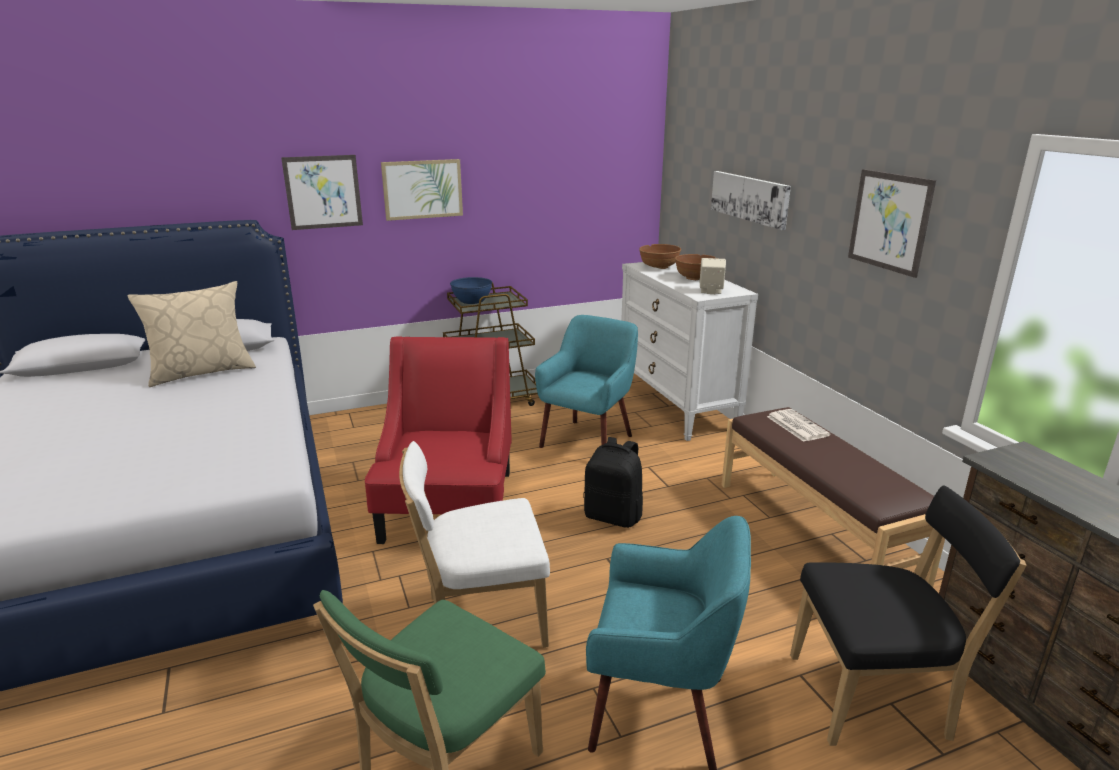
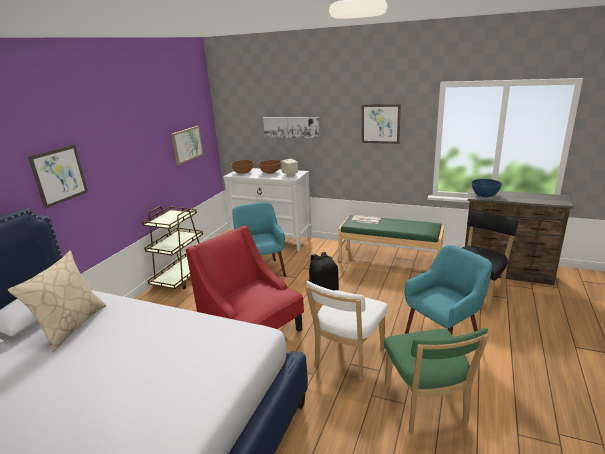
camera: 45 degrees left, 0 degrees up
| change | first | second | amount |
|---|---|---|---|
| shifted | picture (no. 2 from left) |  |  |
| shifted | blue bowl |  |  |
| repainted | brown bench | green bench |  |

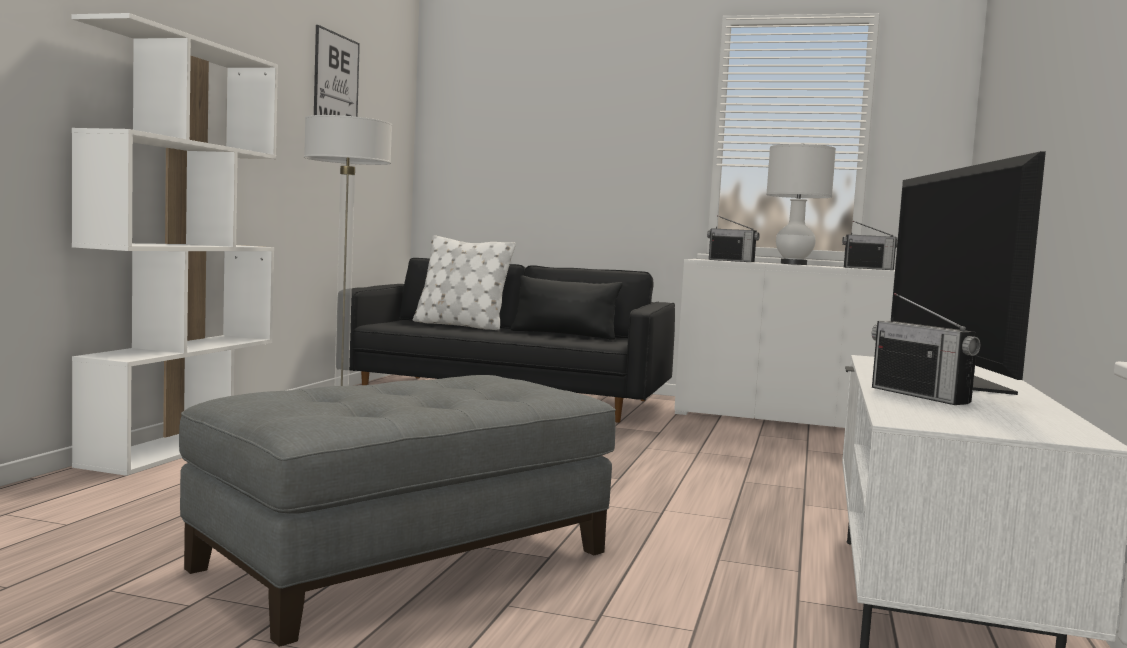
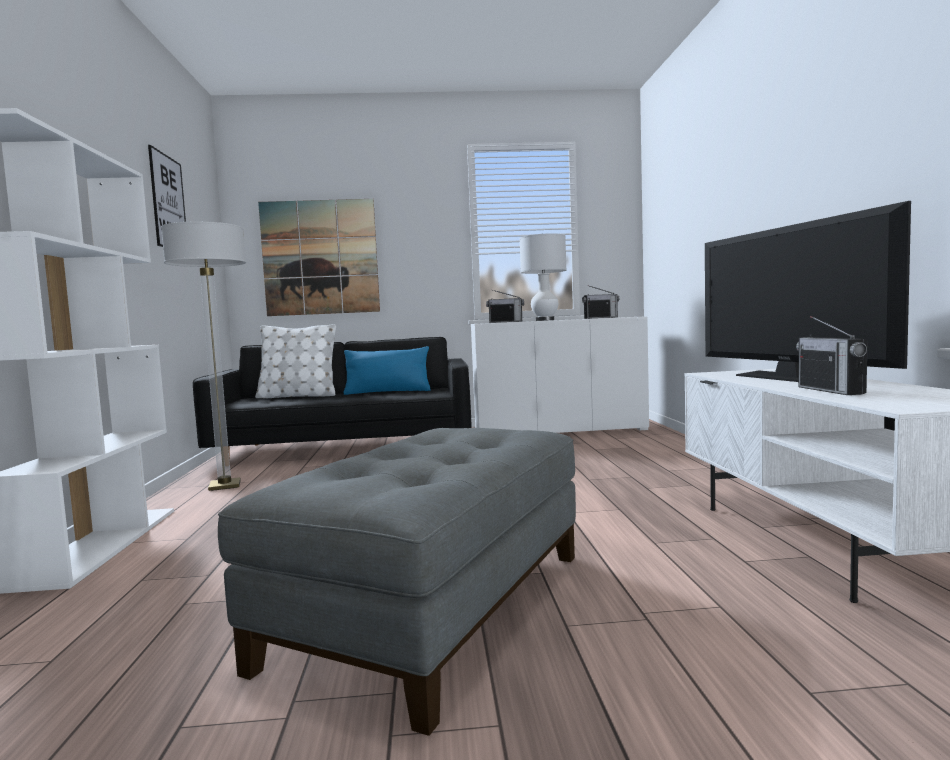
camera: 20 degrees left, 0 degrees up
| change | first | second | amount |
|---|---|---|---|
| repainted | black pillow | blue pillow |  |
| rotated | radio (no. 3 from left) |  | 45 degrees clockwise |
| new |  | picture (no. 2 from left) |  |

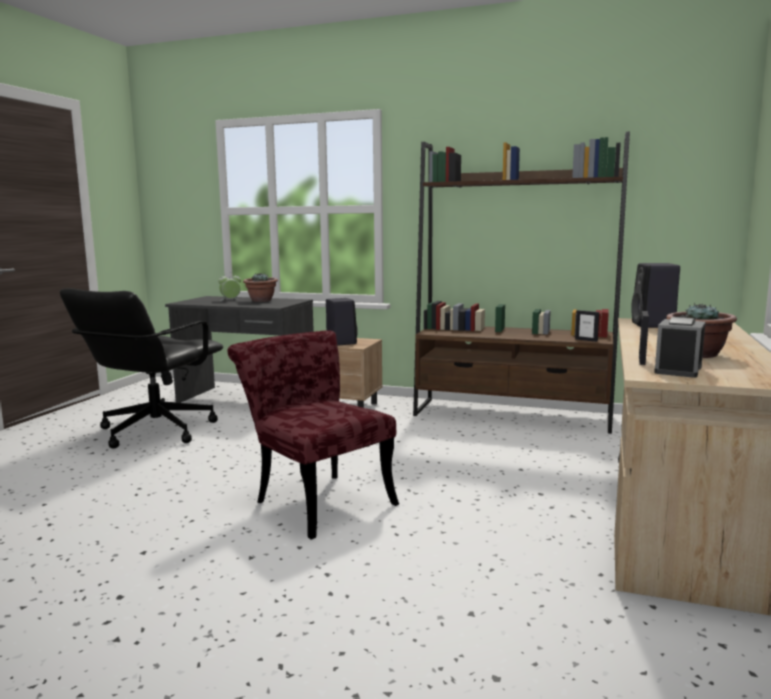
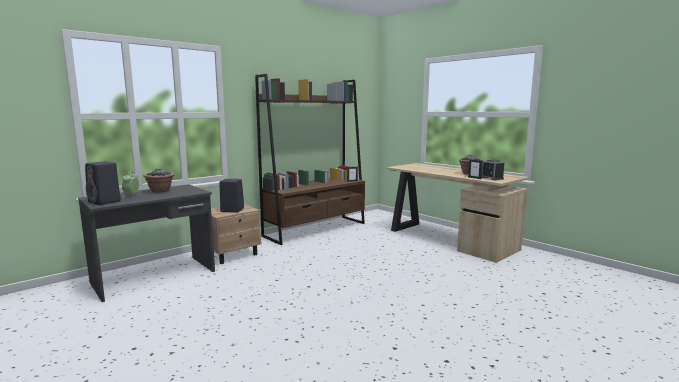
camera: 60 degrees left, 0 degrees up
| change | first | second | amount |
|---|---|---|---|
| gone | black office chair |  |  |
| gone | red chair |  |  |
| shifted | black speaker (no. 2 from left in the first image) | black speaker (no. 1 from left) |  |

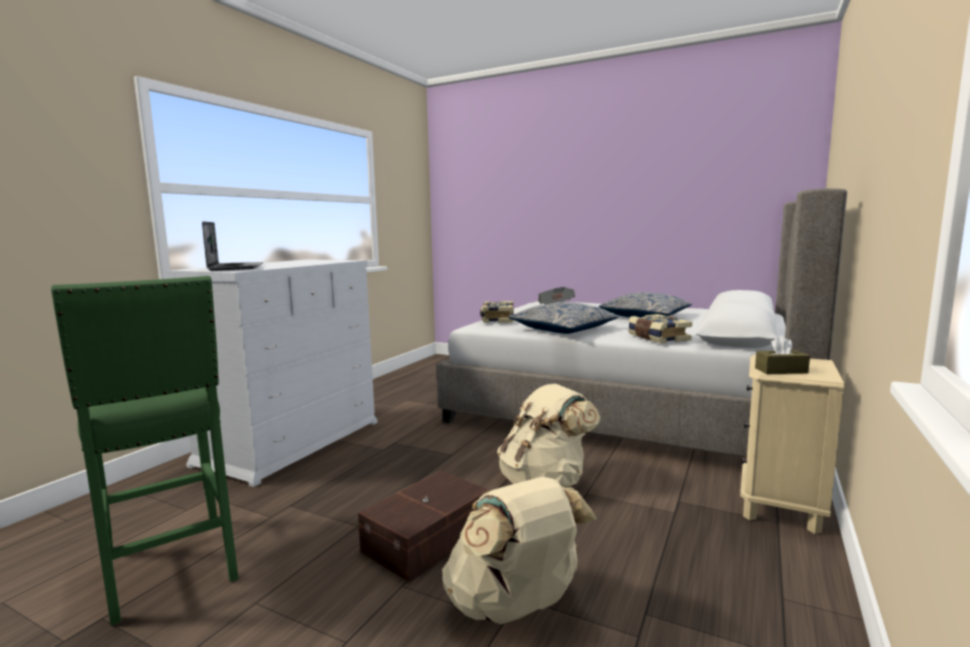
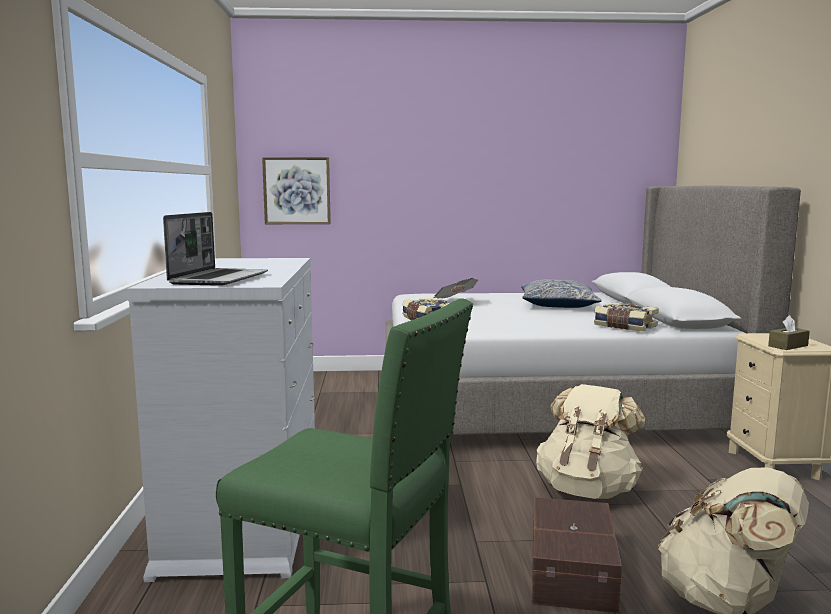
camera: 30 degrees left, 0 degrees up
| change | first | second | amount |
|---|---|---|---|
| rotated | laptop |  | 60 degrees clockwise |
| gone | pillow (no. 1 from left) |  |  |
| new |  | picture |  |

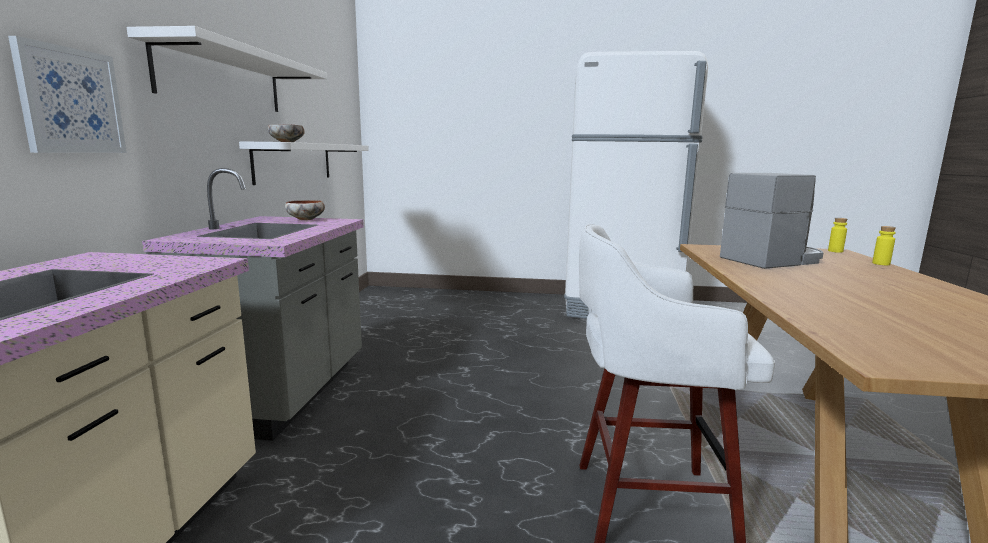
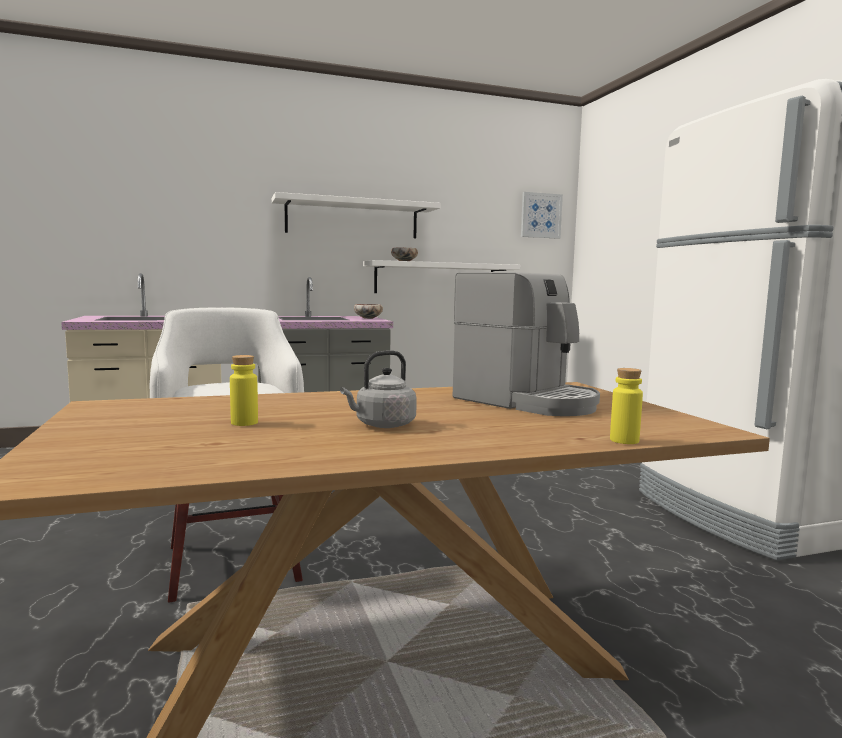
camera: 65 degrees right, 5 degrees down
| change | first | second | amount |
|---|---|---|---|
| shifted | picture |  |  |
| shifted | yellow bottle (no. 1 from left) |  |  |
| new |  | grey kettle |  |

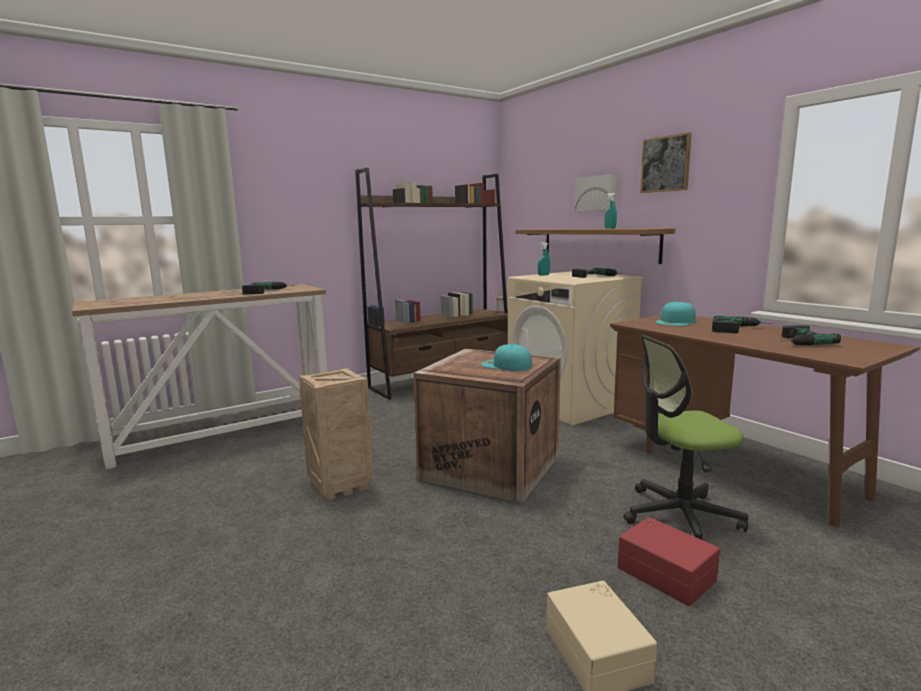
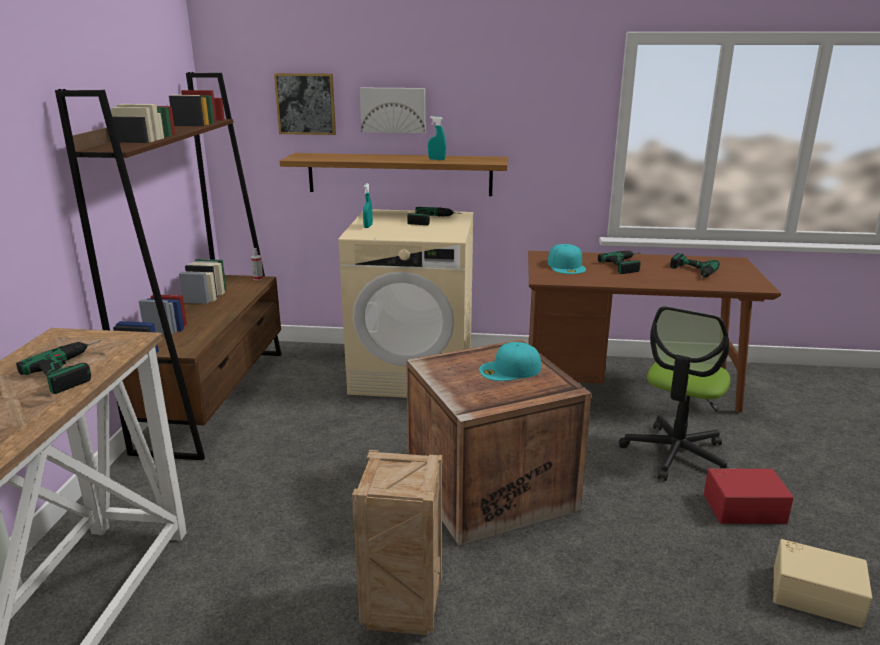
camera: 50 degrees left, 10 degrees up
| change | first | second | amount |
|---|---|---|---|
| shifted | picture (no. 2 from left in the first image) | picture (no. 1 from left) |  |

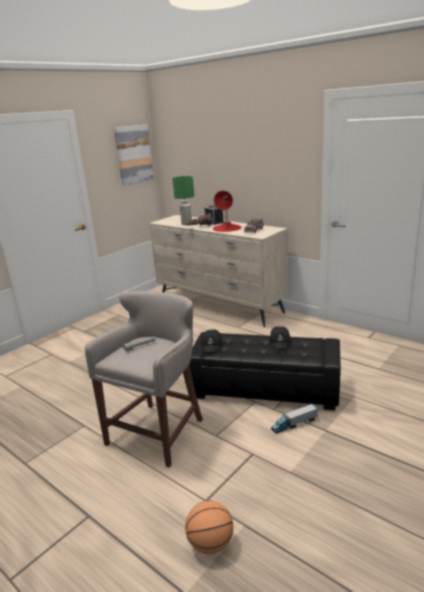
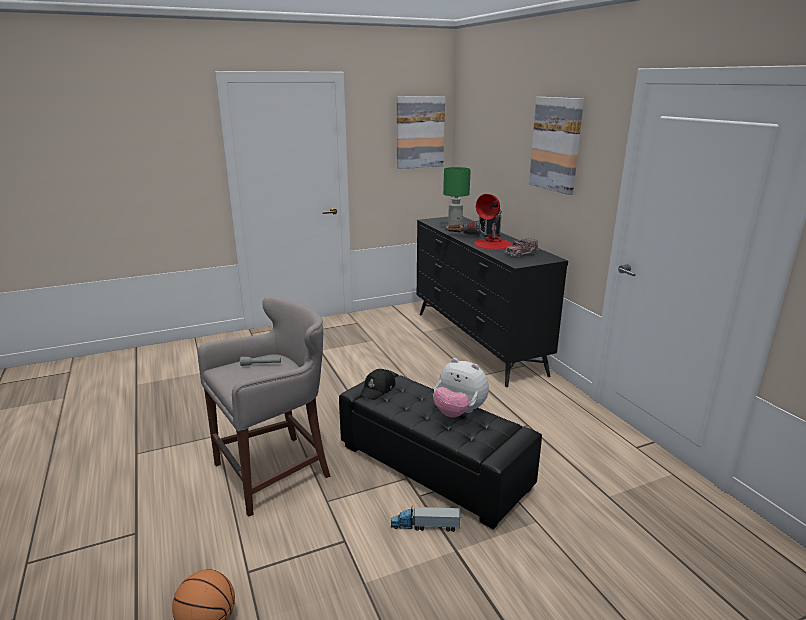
camera: 25 degrees right, 0 degrees up
| change | first | second | amount |
|---|---|---|---|
| repainted | beige dresser | black dresser |  |
| swapped | black cap (no. 2 from left) | plush toy |  |
| new |  | picture (no. 2 from left) |  |

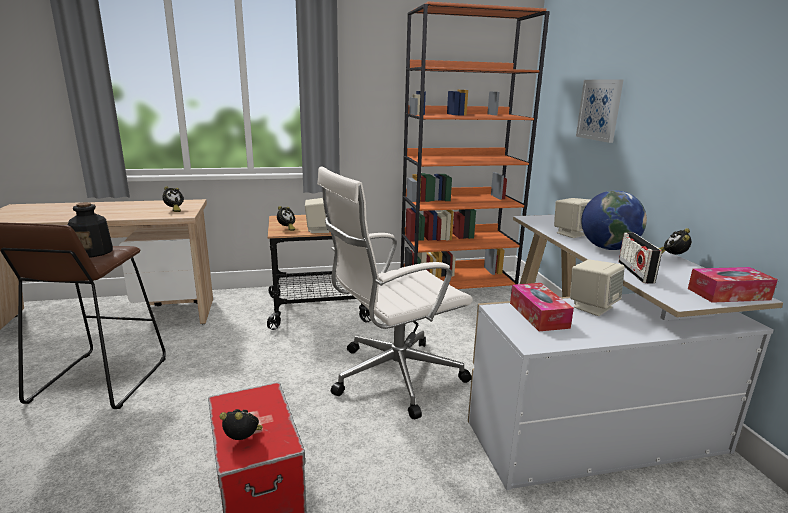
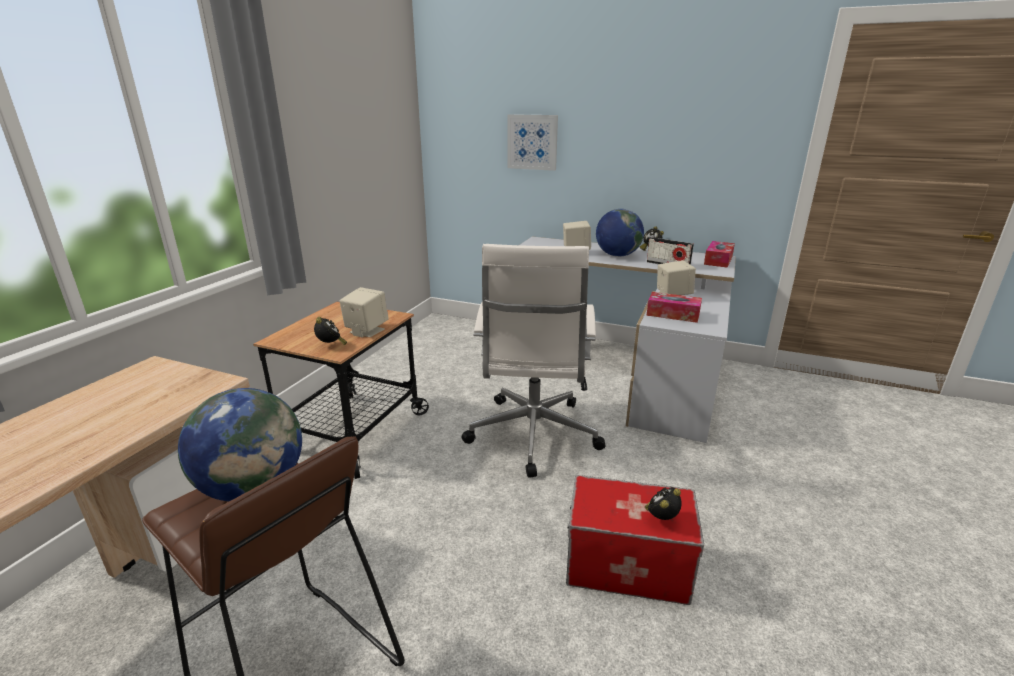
camera: 55 degrees left, 5 degrees up
| change | first | second | amount |
|---|---|---|---|
| swapped | bottle | globe (no. 1 from left) |  |
| gone | alarm clock (no. 1 from left) |  |  |
| gone | orange bookcase |  |  |

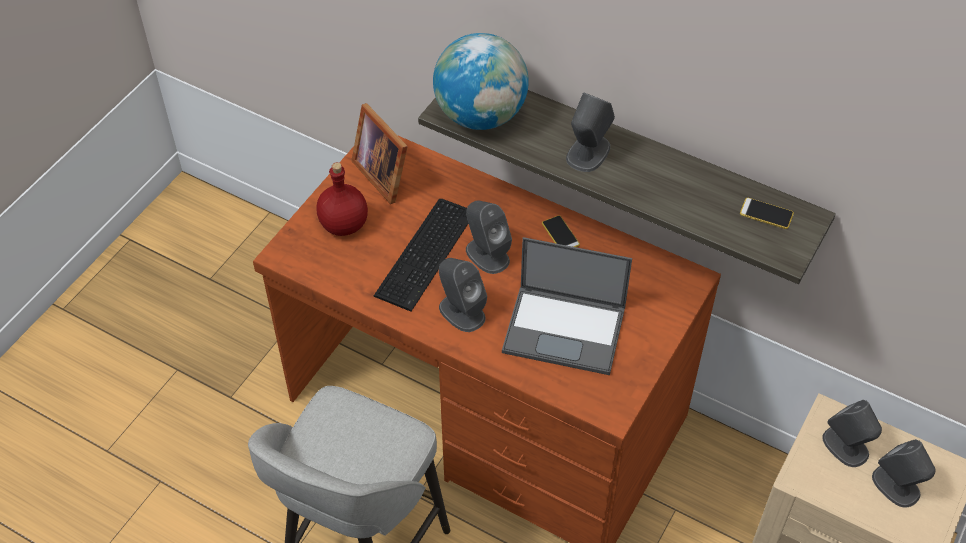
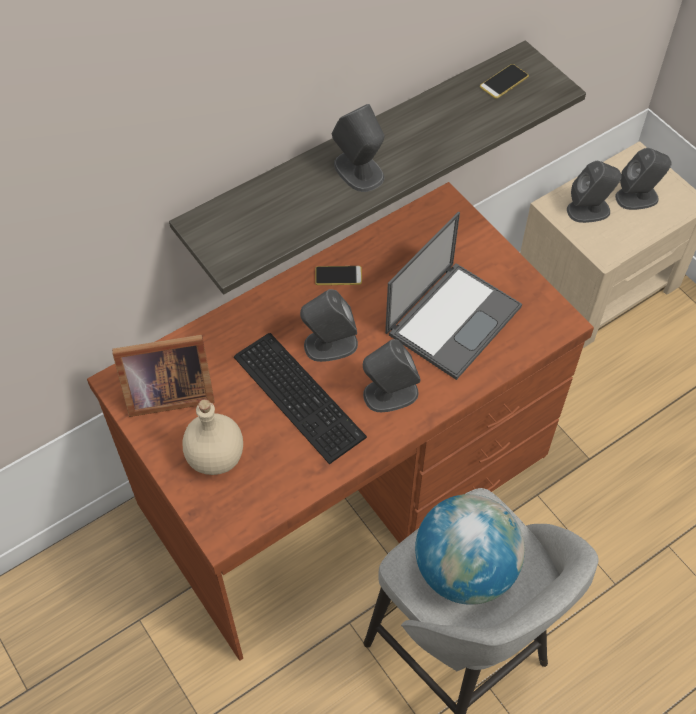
camera: 65 degrees left, 5 degrees up
| change | first | second | amount |
|---|---|---|---|
| repainted | red bottle | beige bottle |  |
| shifted | globe |  |  |

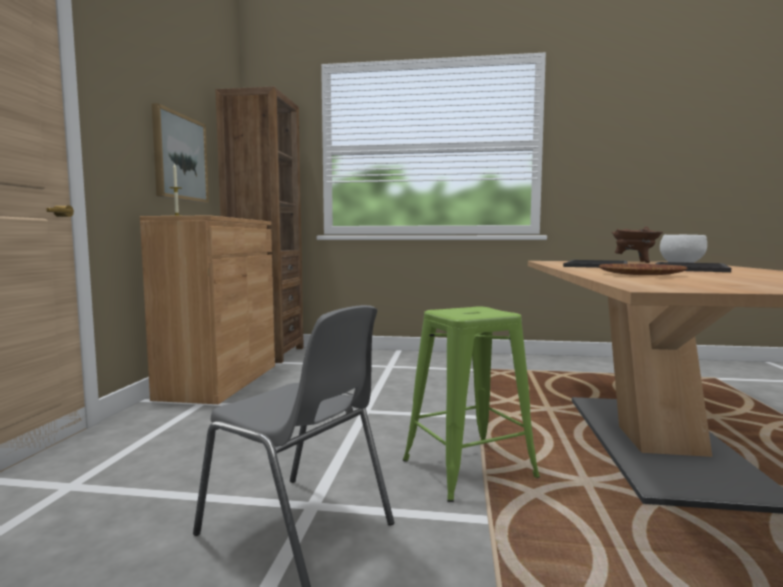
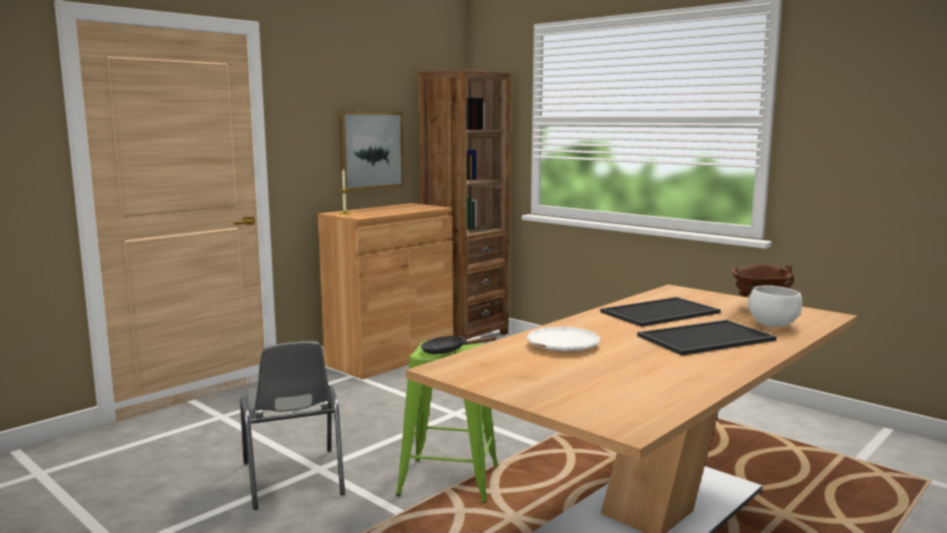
camera: 35 degrees right, 5 degrees up
| change | first | second | amount |
|---|---|---|---|
| repainted | brown plate | white plate |  |
| new |  | black frying pan |  |

